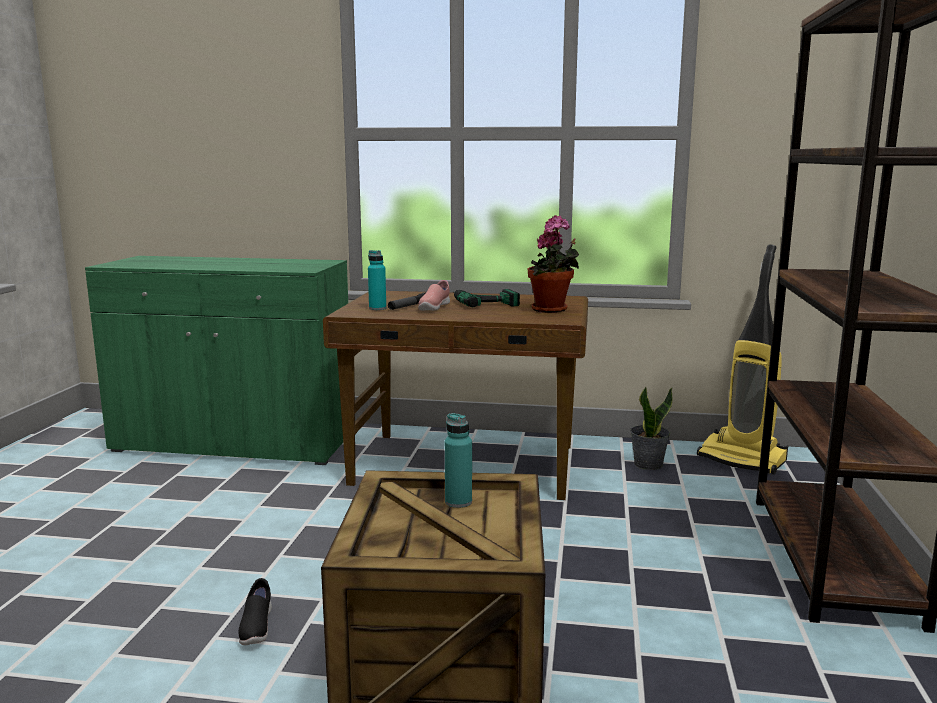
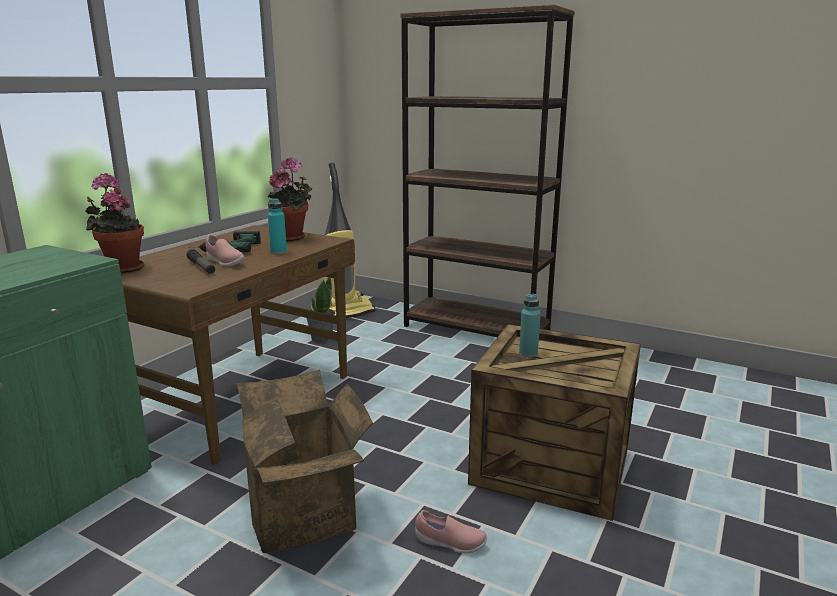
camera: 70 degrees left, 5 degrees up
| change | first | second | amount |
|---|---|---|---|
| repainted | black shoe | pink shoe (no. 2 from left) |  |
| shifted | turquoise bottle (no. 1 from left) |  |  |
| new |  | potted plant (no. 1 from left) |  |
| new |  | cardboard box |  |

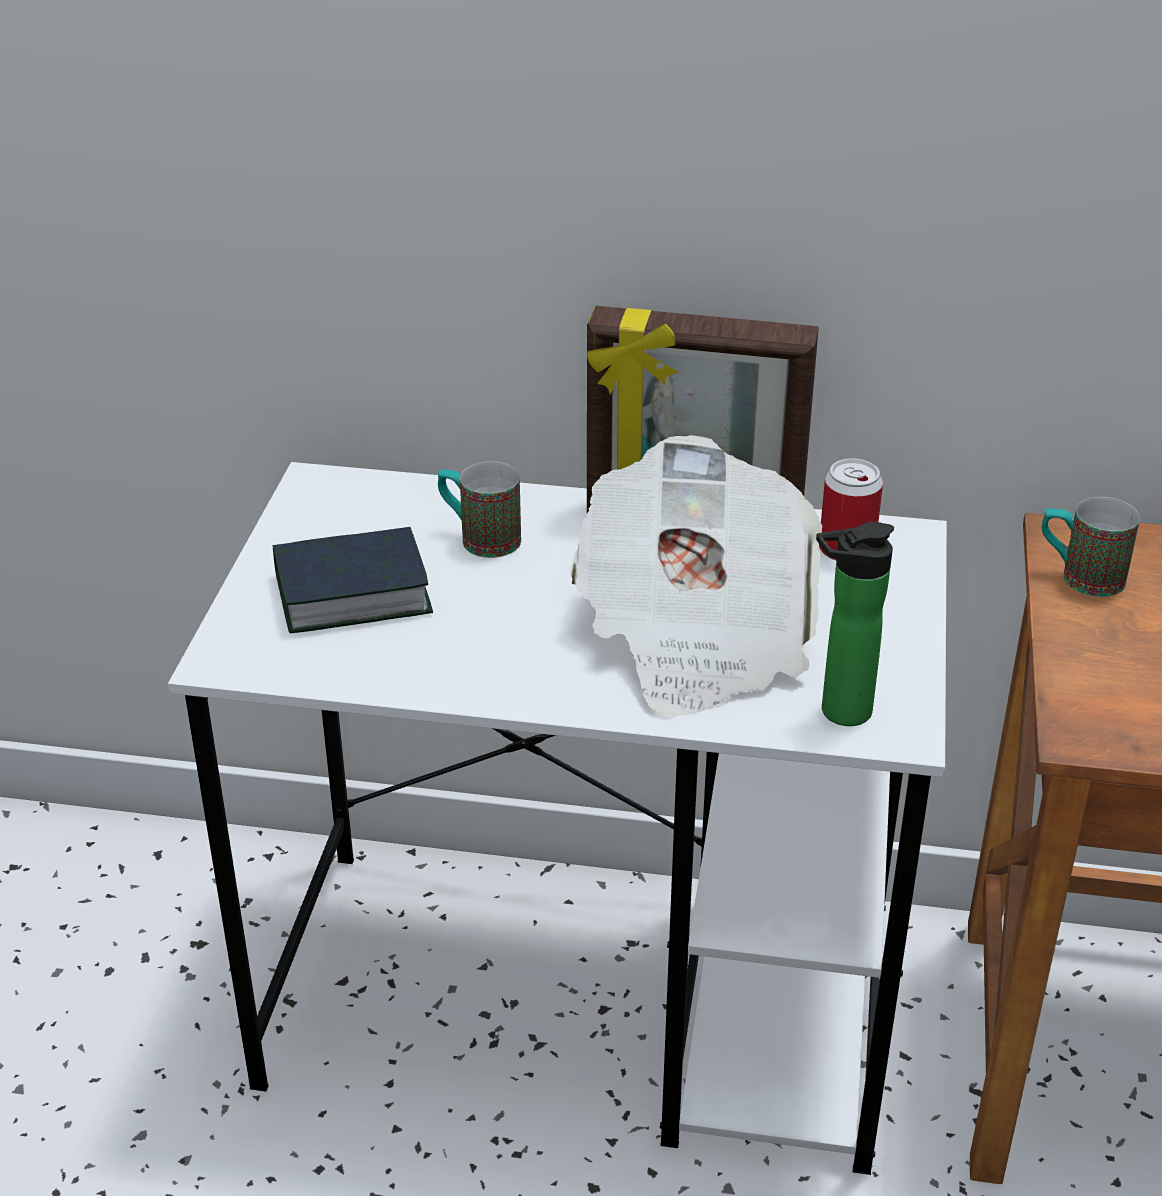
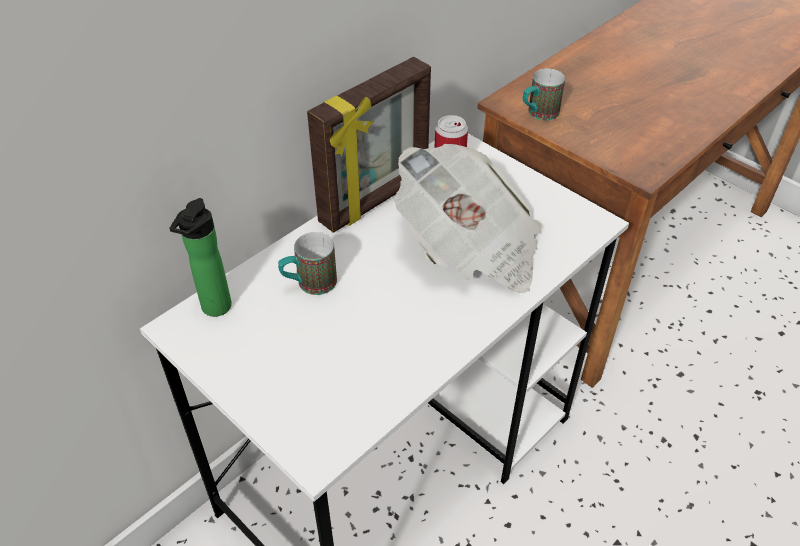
camera: 55 degrees left, 10 degrees up
| change | first | second | amount |
|---|---|---|---|
| gone | book |  |  |
| shifted | bottle |  |  |

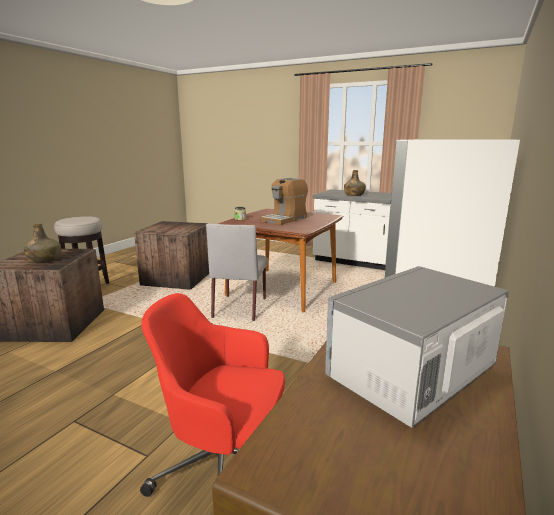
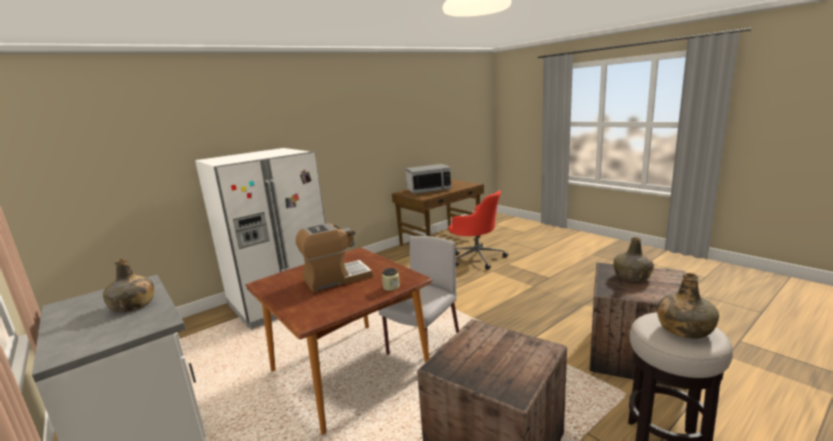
camera: 155 degrees left, 0 degrees up
| change | first | second | amount |
|---|---|---|---|
| new |  | green bottle (no. 3 from left) |  |

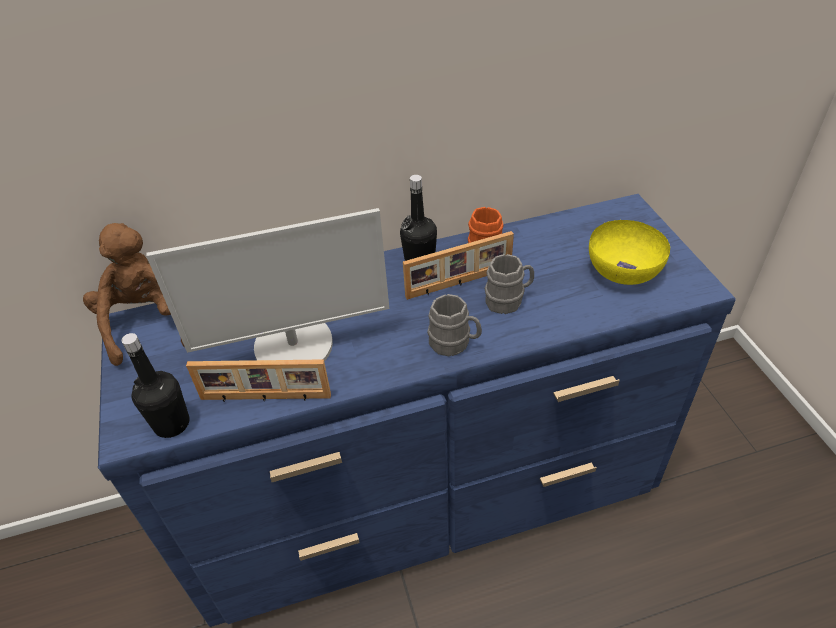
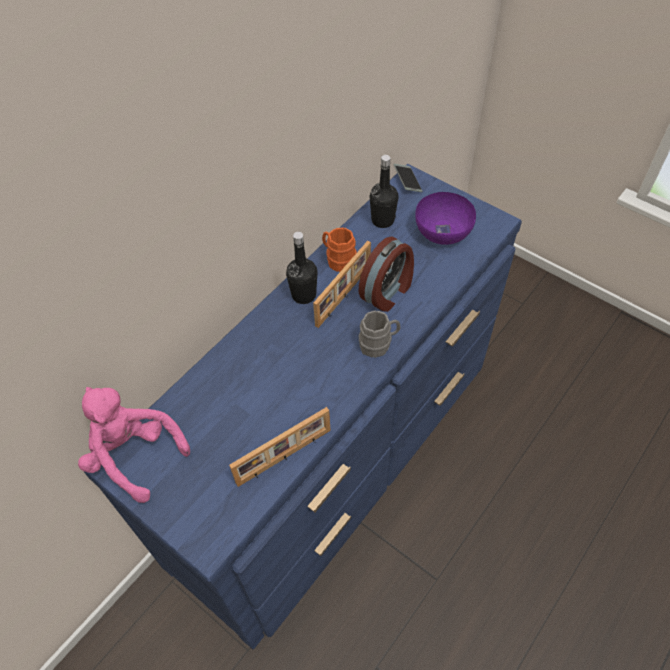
camera: 35 degrees left, 10 degrees up
| change | first | second | amount |
|---|---|---|---|
| repainted | brown plush toy | pink plush toy |  |
| shifted | black bottle (no. 1 from left in the first image) | black bottle (no. 2 from left) |  |
| gone | monitor |  |  |
| swapped | grey mug (no. 2 from left) | alarm clock |  |
| repainted | yellow bowl | purple bowl |  |
| new |  | phone |  |

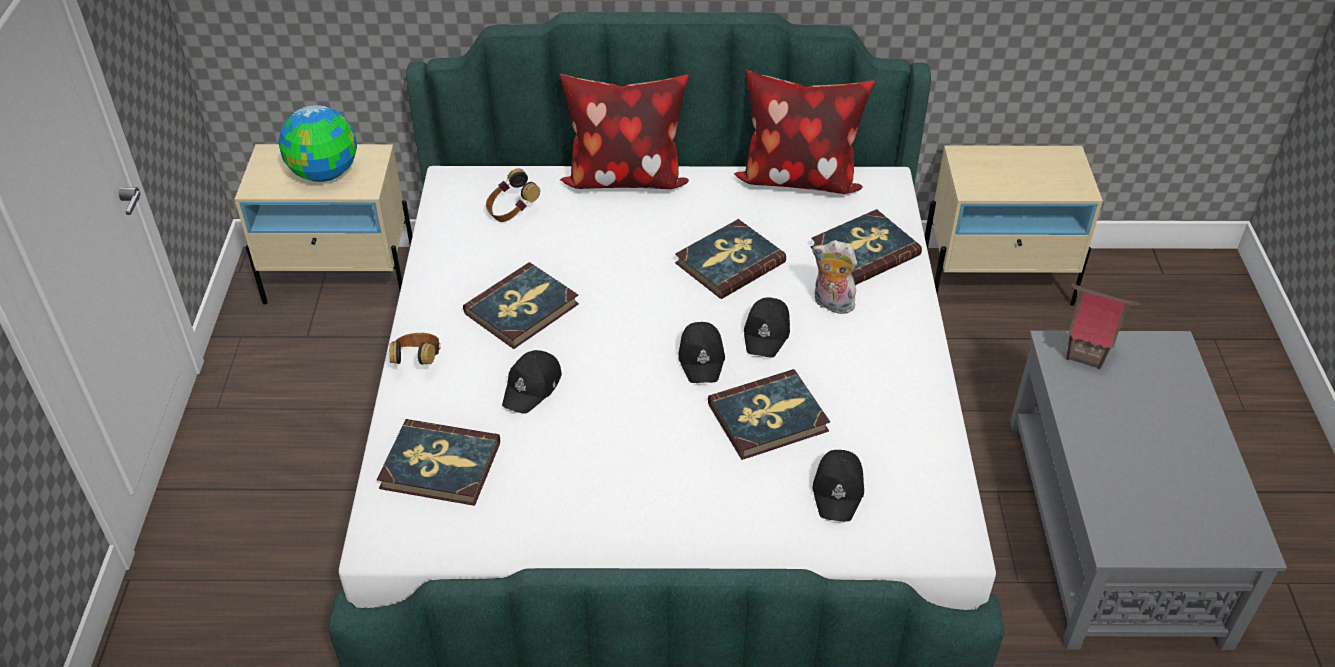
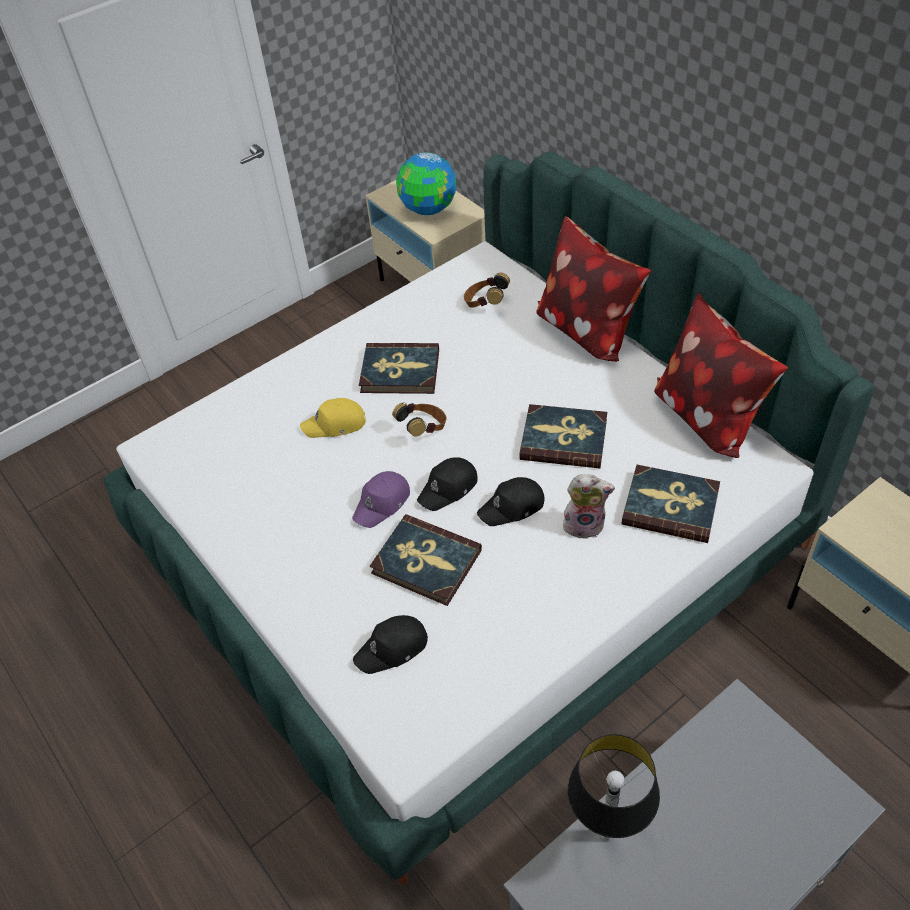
camera: 55 degrees right, 5 degrees up
| change | first | second | amount |
|---|---|---|---|
| gone | book (no. 1 from left) |  |  |
| shifted | headphones (no. 1 from left) |  |  |
| repainted | black cap (no. 1 from left) | yellow cap |  |
| rotated | plush toy |  | 105 degrees clockwise |
| gone | toy house |  |  |
| new |  | purple cap |  |
| new |  | table lamp |  |

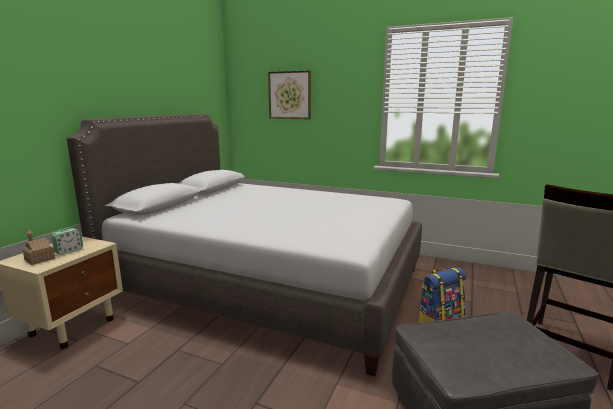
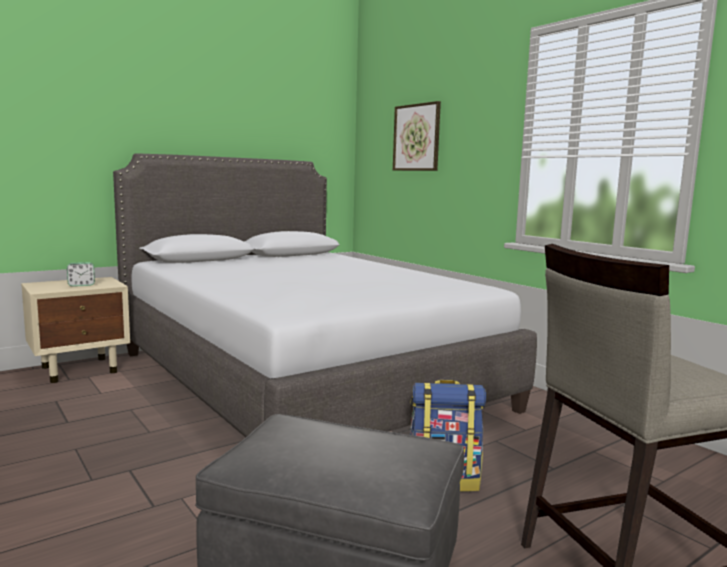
camera: 30 degrees right, 5 degrees down
| change | first | second | amount |
|---|---|---|---|
| gone | toy house |  |  |

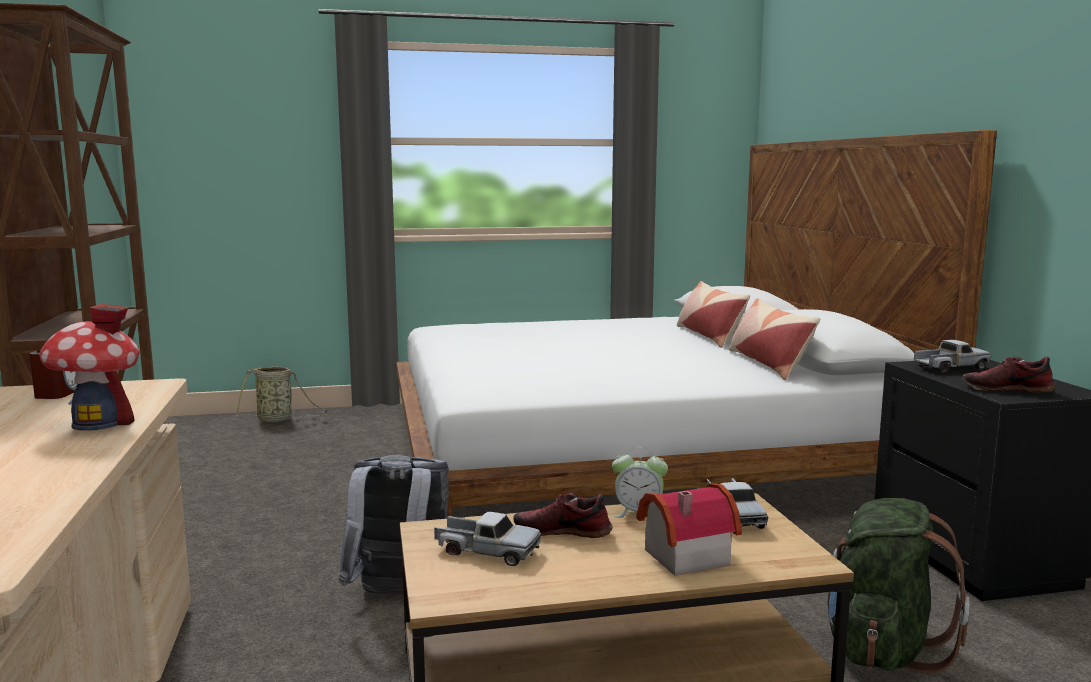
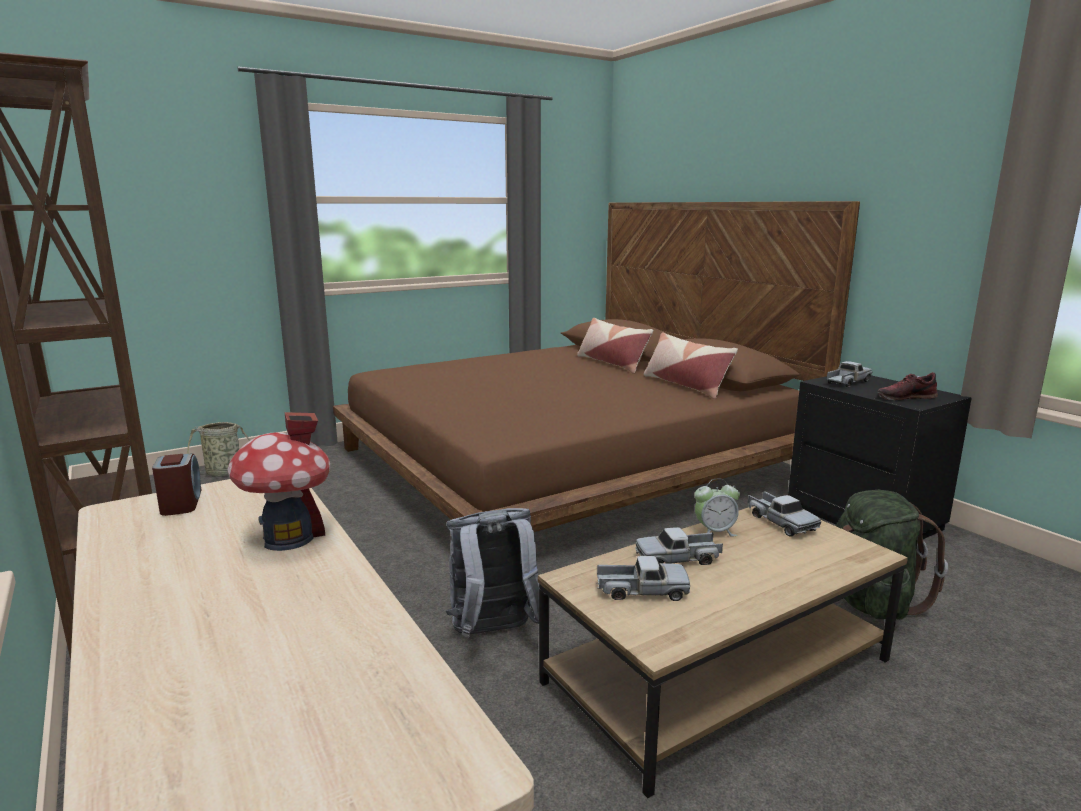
camera: 20 degrees left, 5 degrees up
| change | first | second | amount |
|---|---|---|---|
| repainted | white bed | brown bed |  |
| swapped | shoe (no. 1 from left) | toy truck (no. 2 from left) |  |
| gone | toy house (no. 2 from left) |  |  |

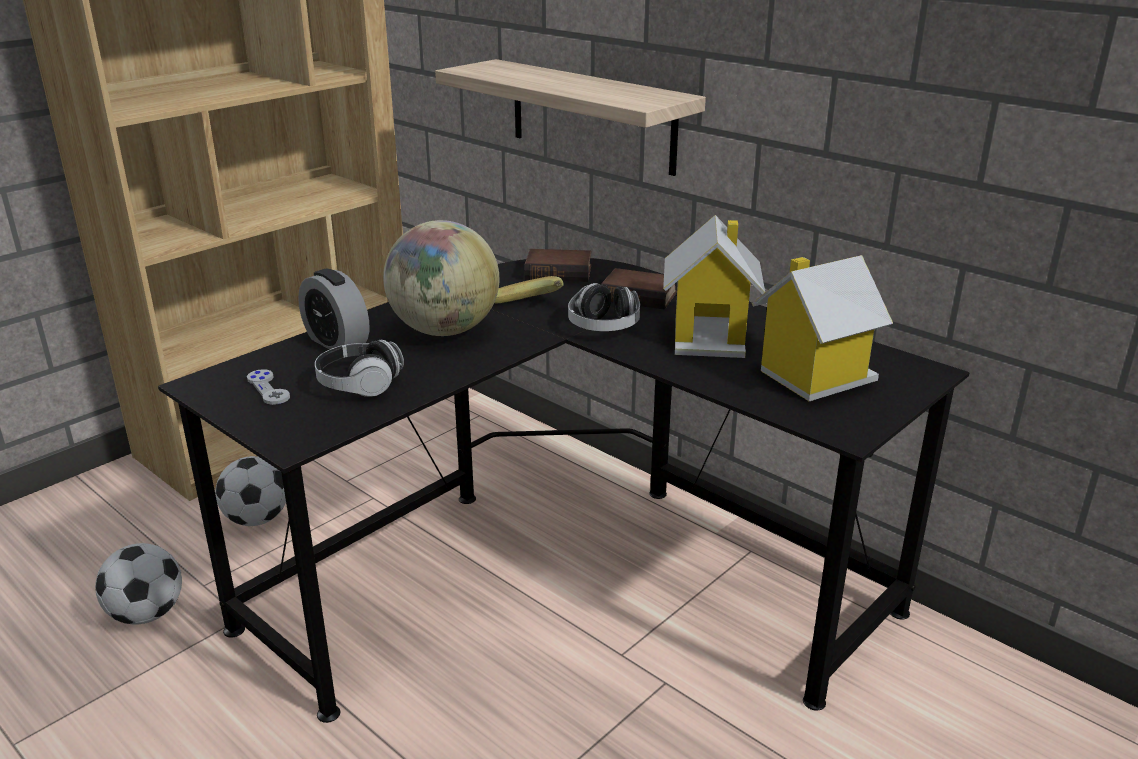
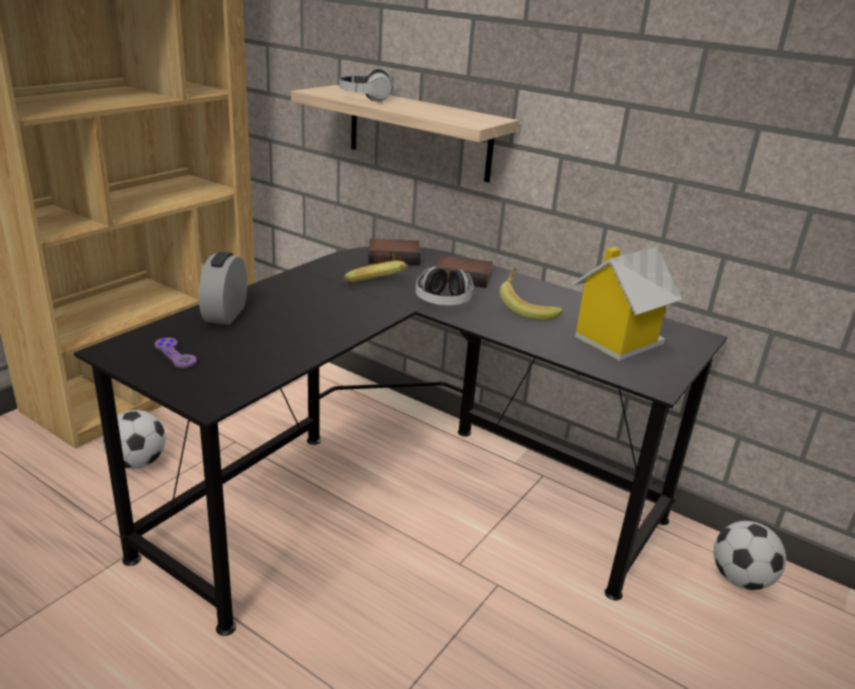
camera: 10 degrees left, 0 degrees up
| change | first | second | amount |
|---|---|---|---|
| shifted | football (no. 1 from left in the first image) | football (no. 2 from left) |  |
| repainted | grey game controller | purple game controller |  |
| rotated | alarm clock |  | 60 degrees clockwise |
| shifted | headphones (no. 1 from left) |  |  |
| gone | globe |  |  |
| swapped | toy house (no. 1 from left) | banana (no. 2 from left) |  |

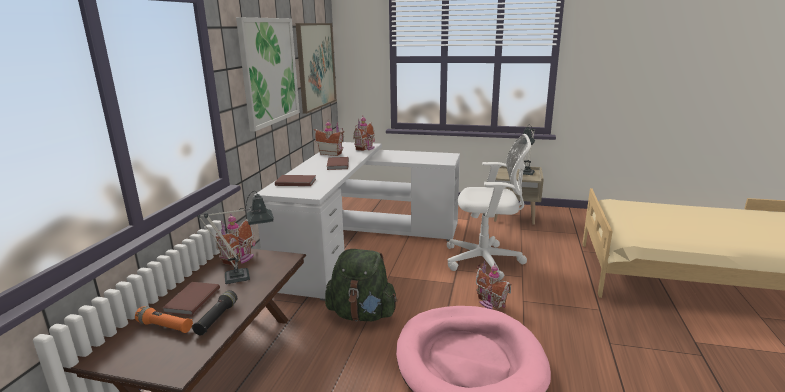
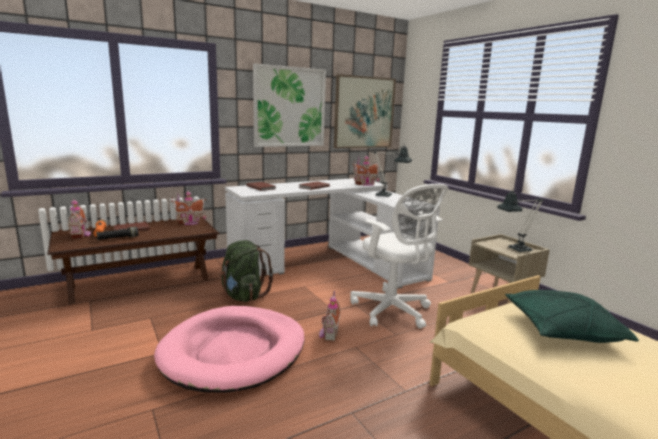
camera: 45 degrees right, 5 degrees down
| change | first | second | amount |
|---|---|---|---|
| shifted | table lamp (no. 1 from left) |  |  |
| shifted | toy house (no. 2 from left in the first image) | toy house (no. 1 from left) |  |
| new |  | green pillow |  |

